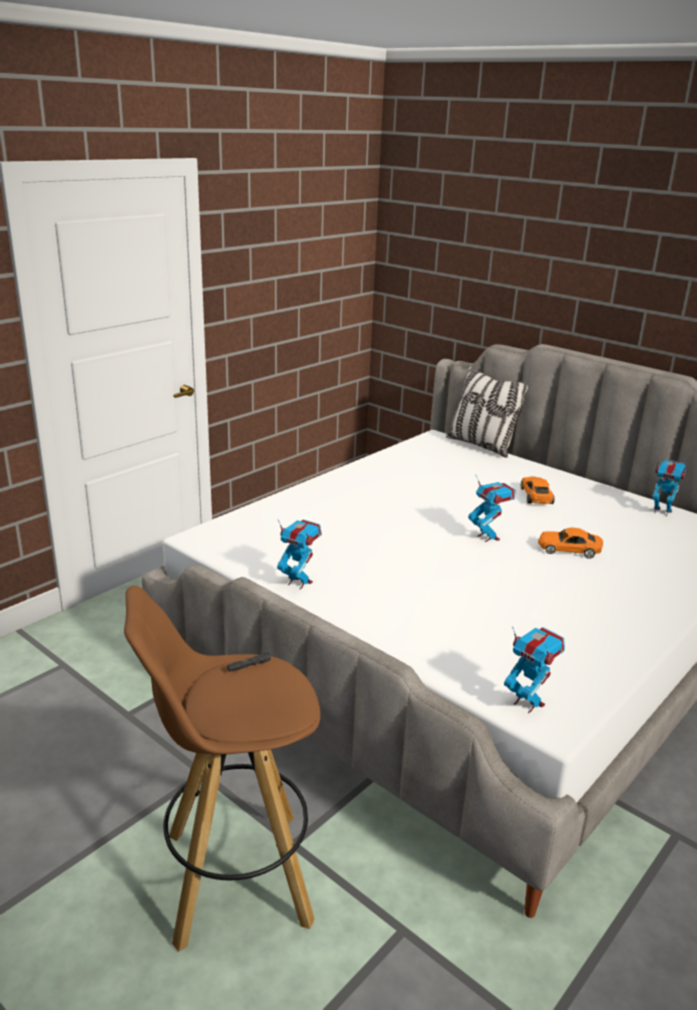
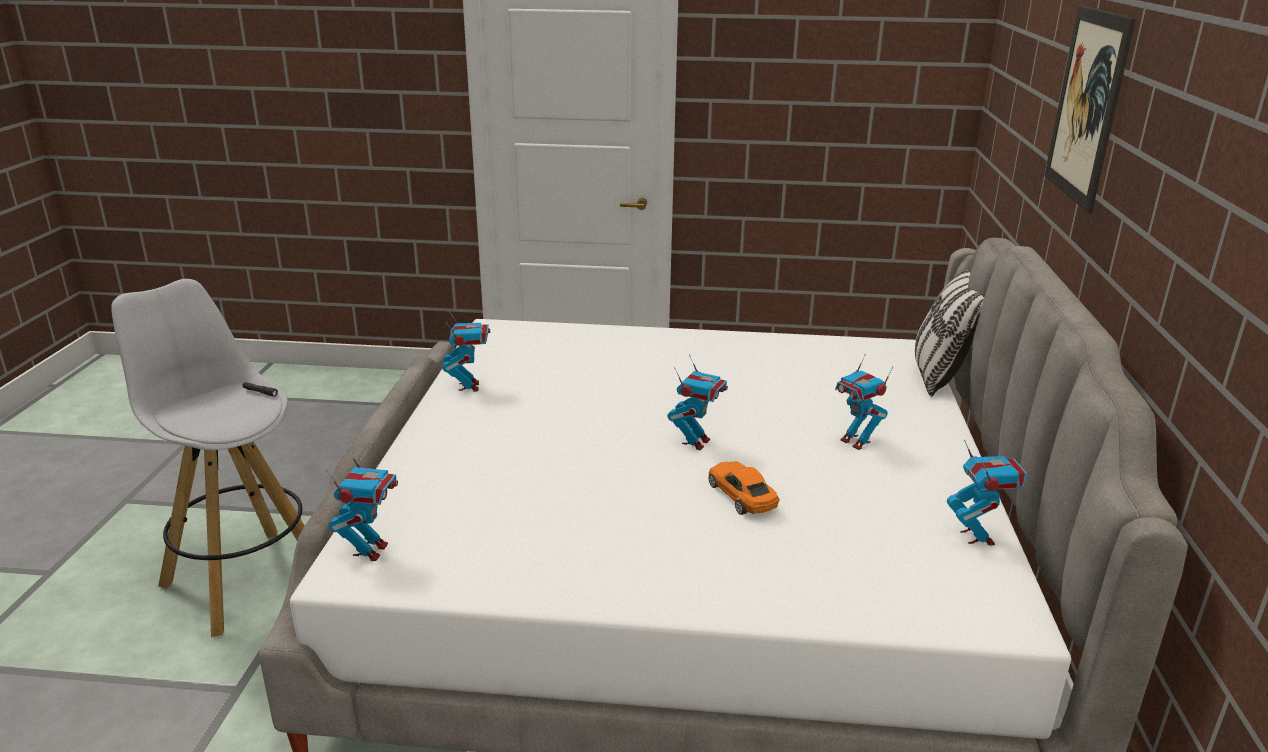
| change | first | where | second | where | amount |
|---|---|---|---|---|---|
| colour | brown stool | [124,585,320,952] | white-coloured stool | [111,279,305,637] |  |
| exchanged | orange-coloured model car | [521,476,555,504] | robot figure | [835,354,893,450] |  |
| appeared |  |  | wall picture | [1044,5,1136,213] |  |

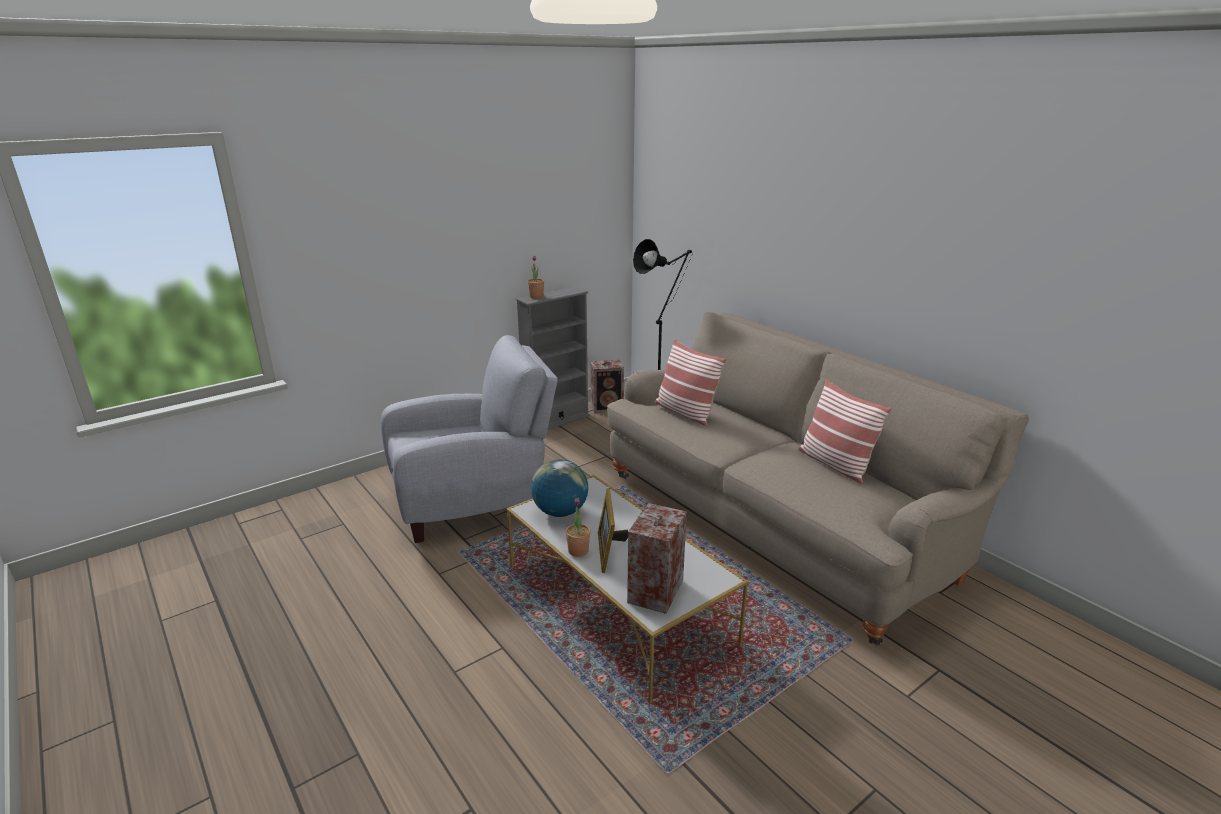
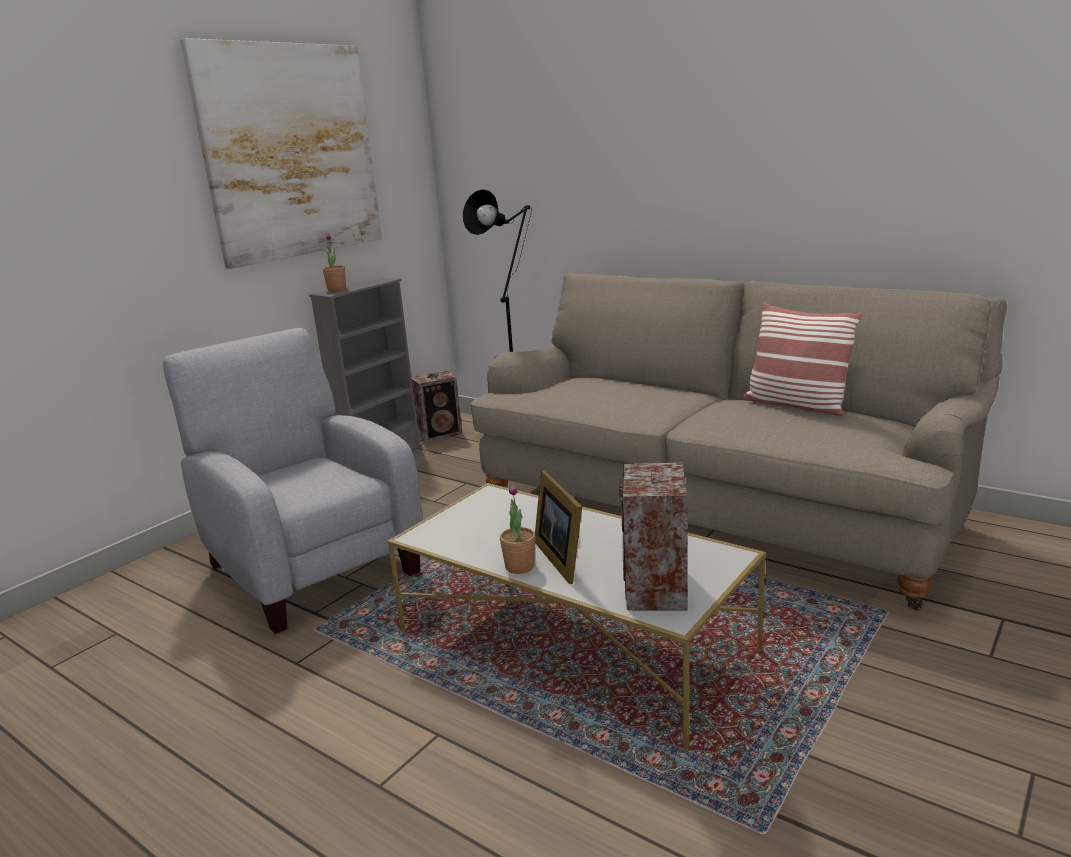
| change | first | where | second | where | amount |
|---|---|---|---|---|---|
| spun | gray armchair | [381,335,558,543] |  | [163,328,423,634] | 90 degrees counterclockwise |
| appeared |  |  | wall picture | [180,38,382,269] |  |
| missing | world globe | [531,459,588,517] |  |  |  |
| missing | pillow | [655,339,726,426] |  |  |  |

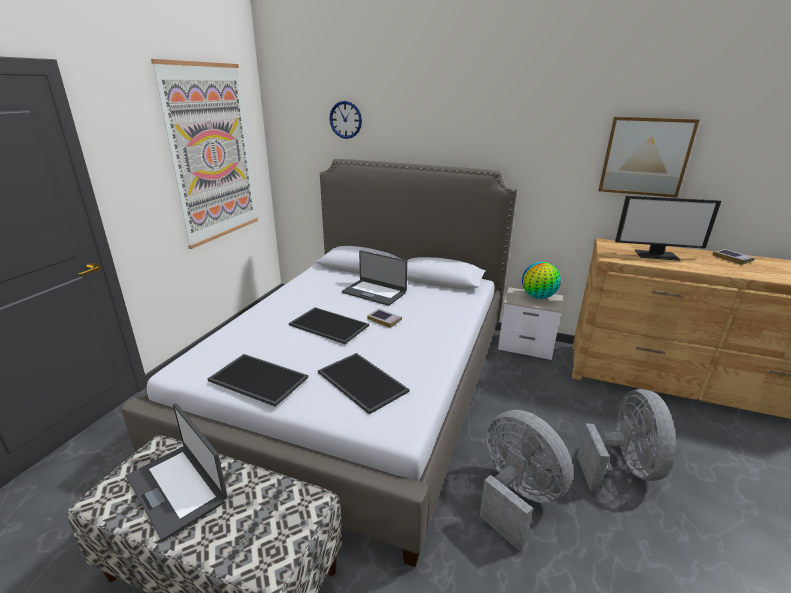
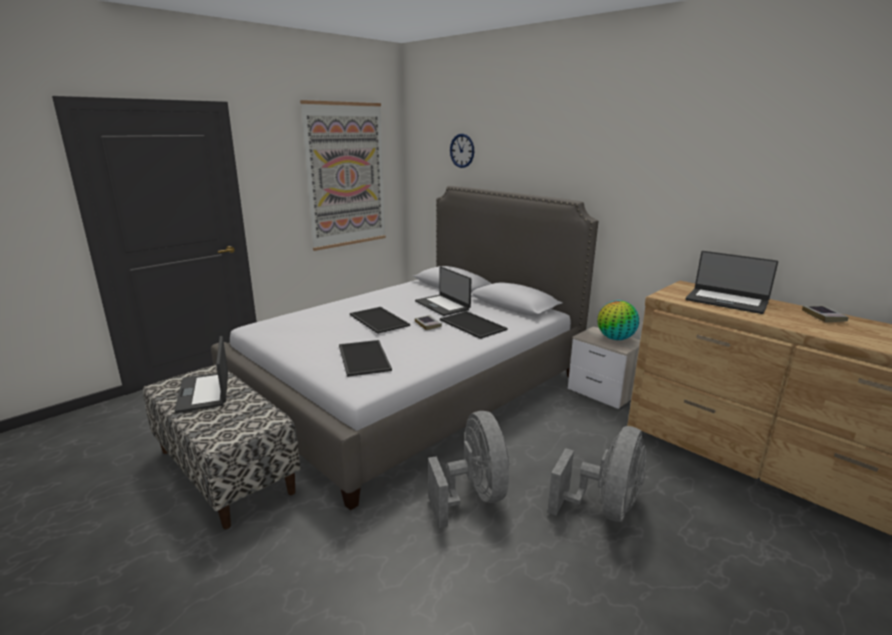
| change | first | where | second | where | amount |
|---|---|---|---|---|---|
| relocated | carrying tray | [208,354,308,407] |  | [440,311,507,339] |  |
| exchanged | computer screen | [615,196,721,261] | notebook computer | [686,251,778,314] |  |
| missing | wall picture | [599,117,700,198] |  |  |  |

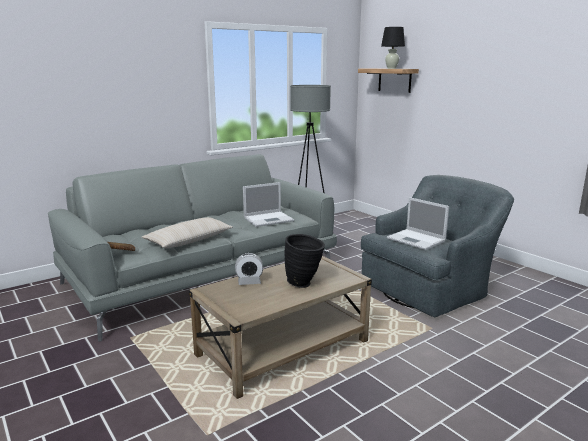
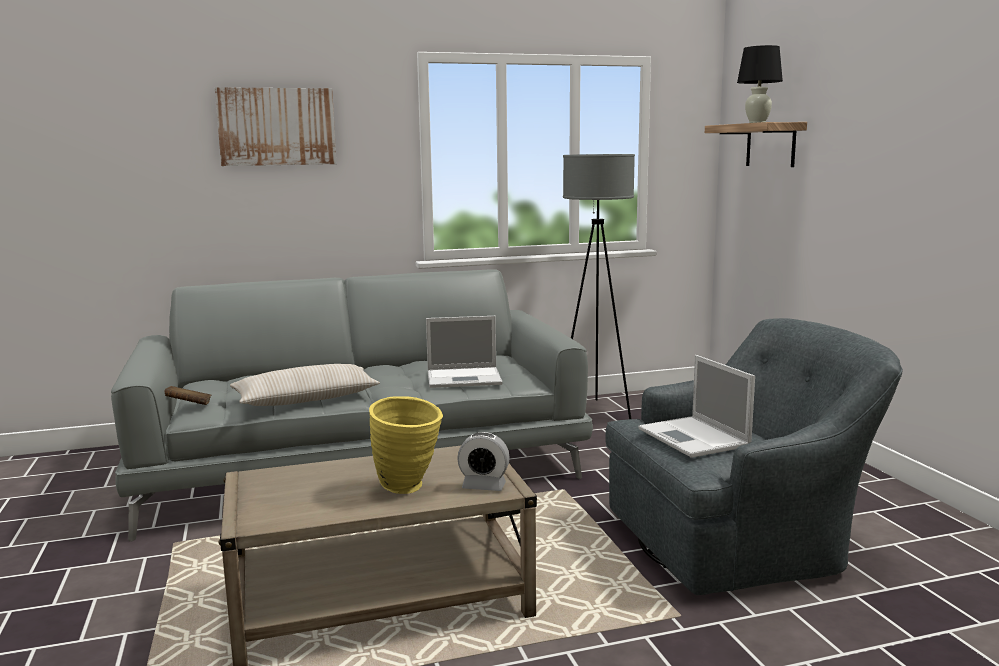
| change | first | where | second | where | amount |
|---|---|---|---|---|---|
| appeared |  |  | wall picture | [215,87,336,166] |  |
| colour | black flower vase | [284,234,325,288] | yellowish flower vase | [369,396,443,494] |  |
| relocated | alarm clock | [235,253,263,285] |  | [457,432,510,491] |  |

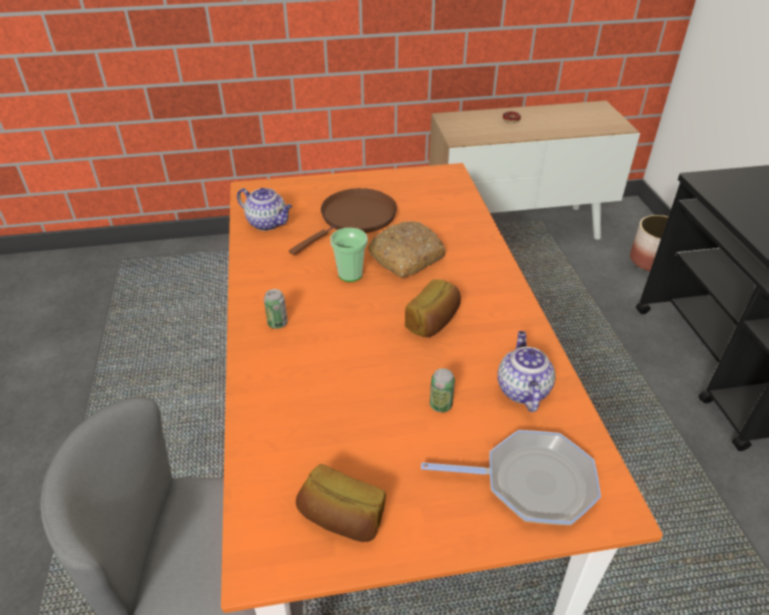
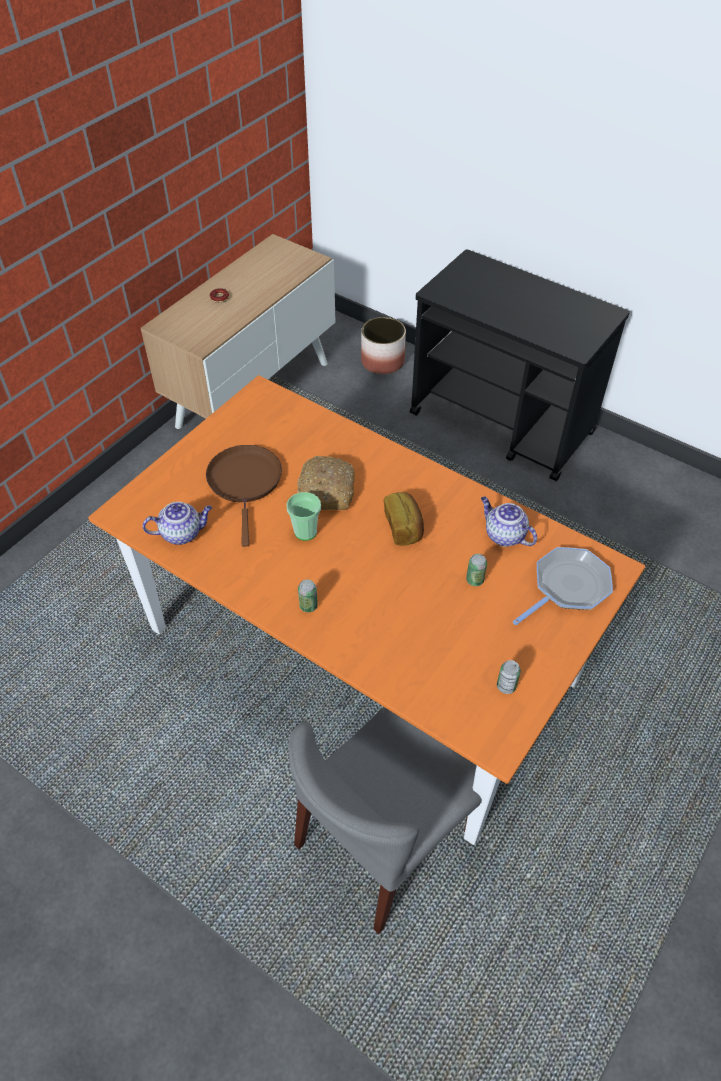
| change | first | where | second | where | amount |
|---|---|---|---|---|---|
| exchanged | bread | [296,464,386,542] | sealed can | [497,660,521,694] |  |

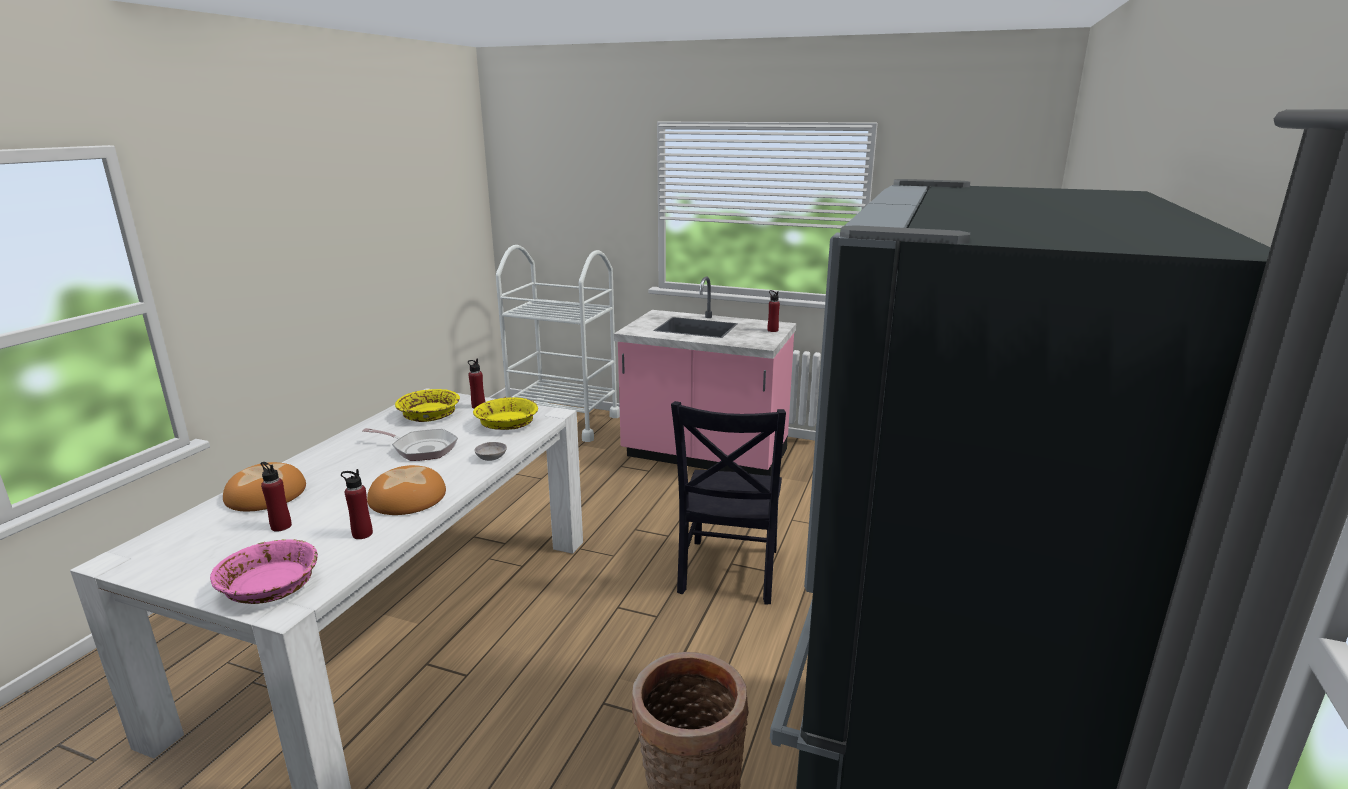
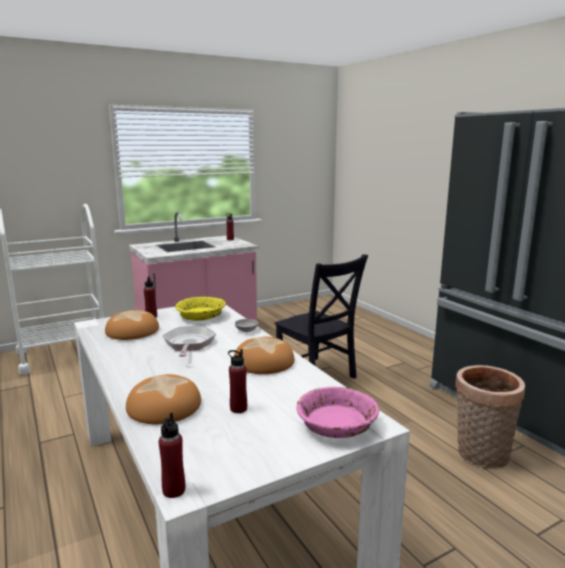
| change | first | where | second | where | amount |
|---|---|---|---|---|---|
| exchanged | yellowish serving bowl | [395,389,460,422] | bread | [105,310,159,340] |  |
| relocated | red beverage bottle | [341,469,373,539] |  | [159,413,185,498] |  |
| spun | pan | [362,428,458,461] |  | [163,326,216,357] | 60 degrees counterclockwise |

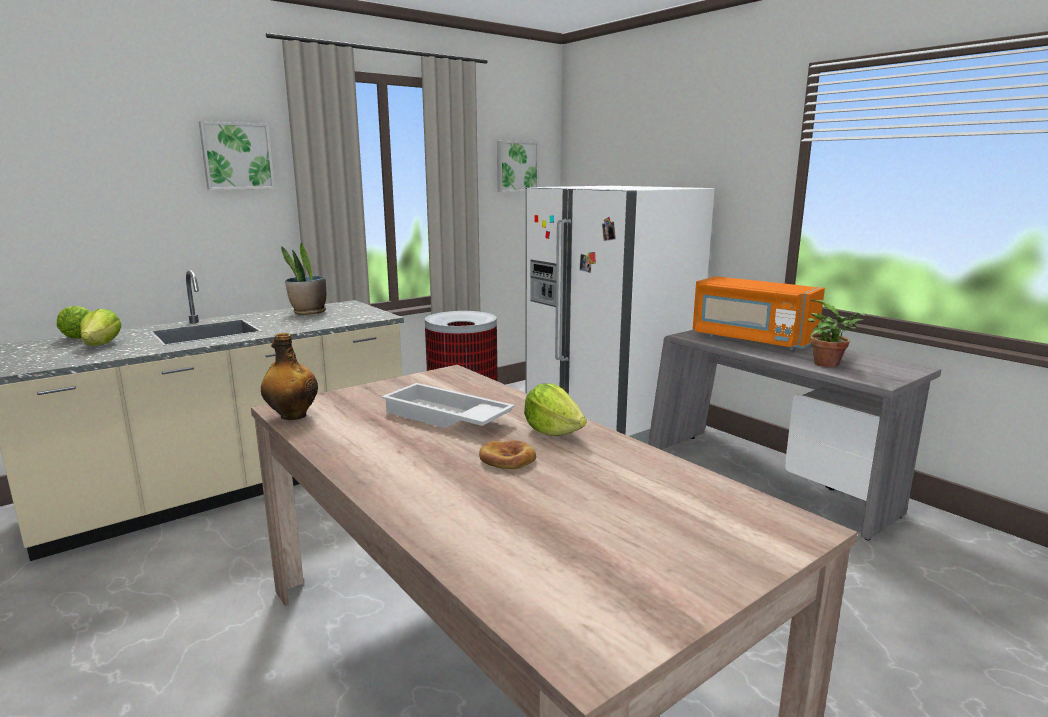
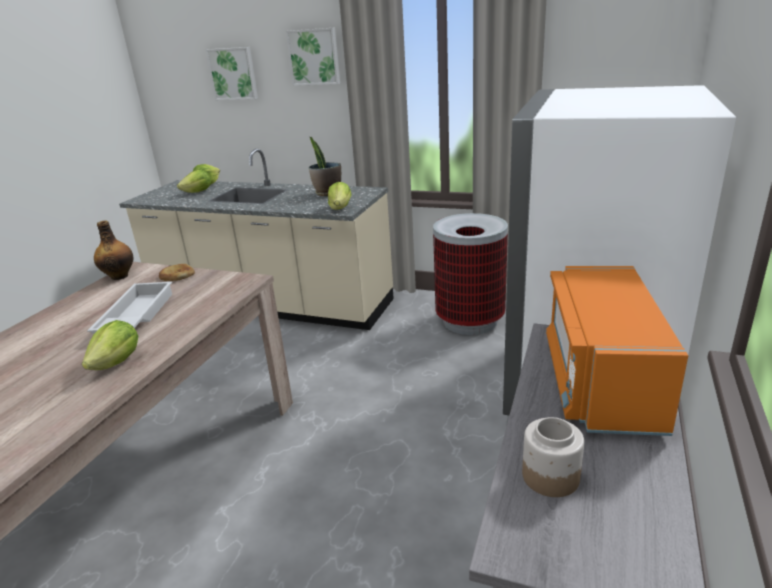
| change | first | where | second | where | amount |
|---|---|---|---|---|---|
| relocated | bread | [479,440,536,469] |  | [159,264,195,281] |  |
| relocated | wall picture | [497,141,539,192] |  | [206,47,258,100] |  |
| appeared |  |  | head of lettuce | [328,182,352,210] |  |
| exchanged | potted plant | [808,300,865,367] | preserve jar | [522,417,584,497] |  |

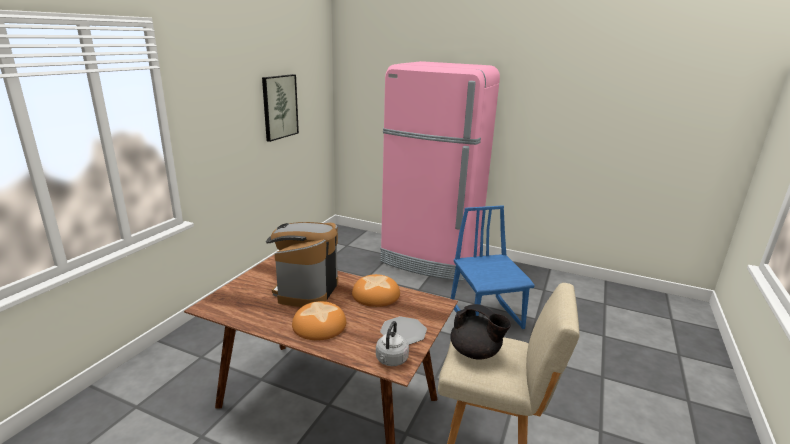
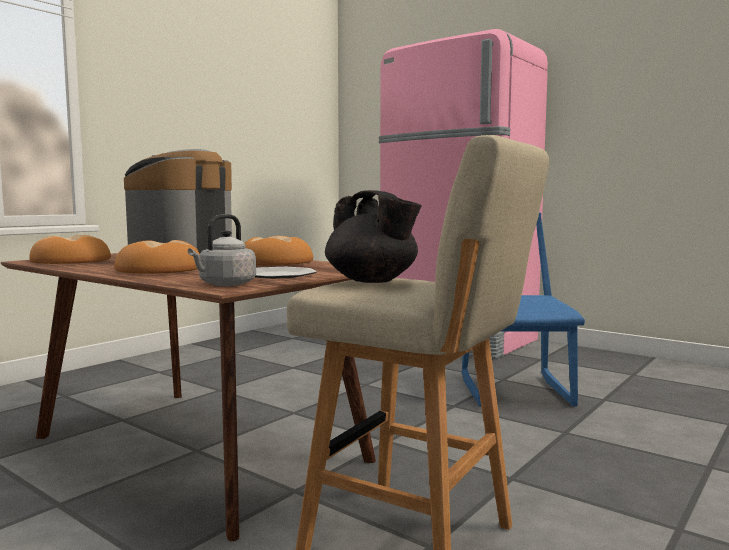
| change | first | where | second | where | amount |
|---|---|---|---|---|---|
| appeared |  |  | bread | [29,235,111,264] |  |
| missing | wall picture | [262,74,299,142] |  |  |  |

